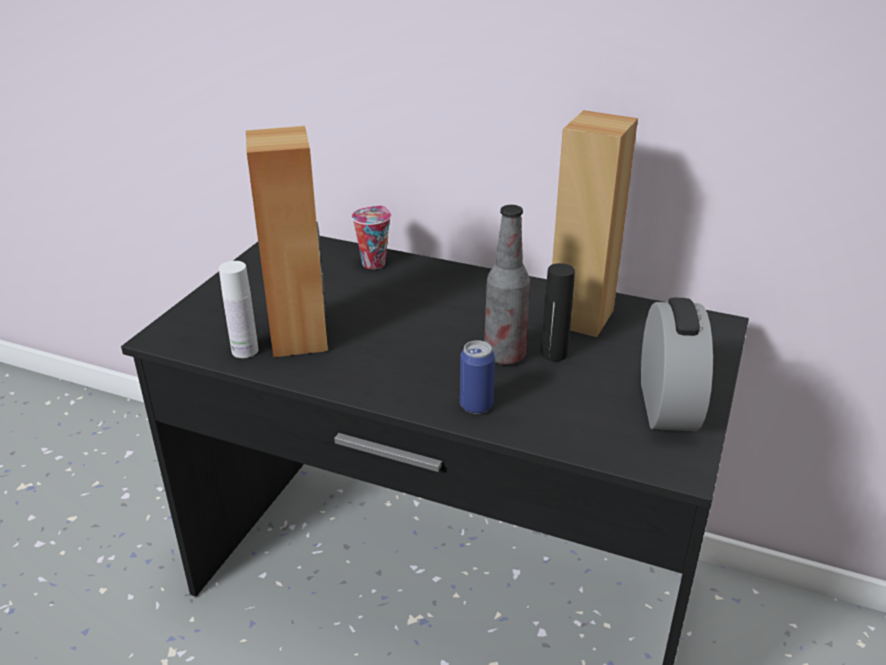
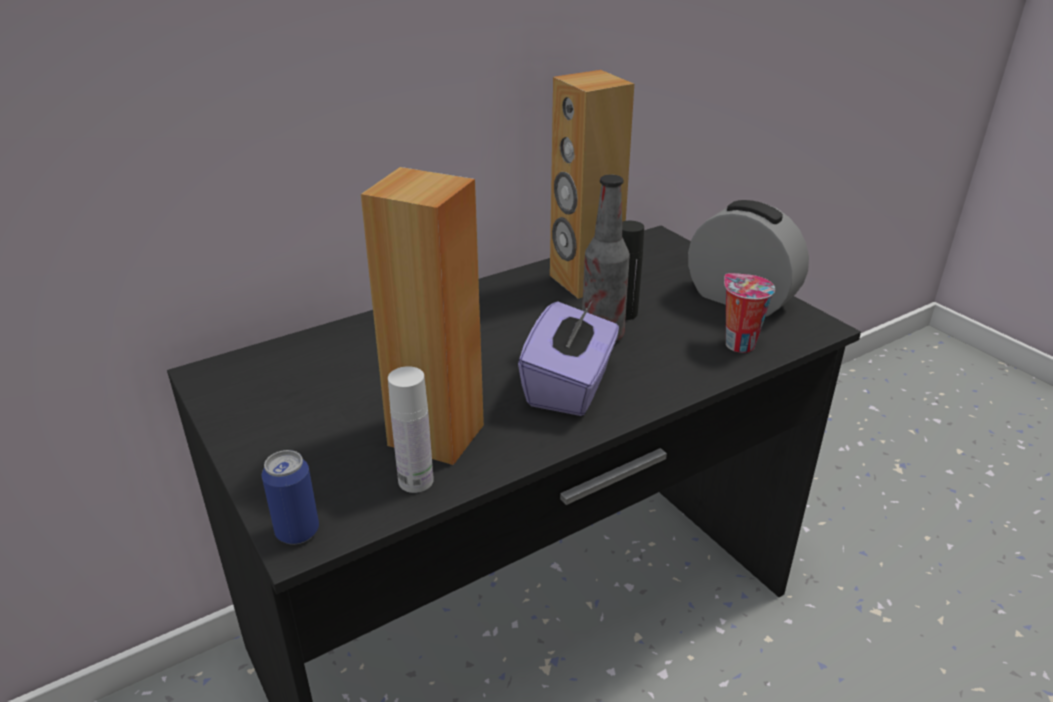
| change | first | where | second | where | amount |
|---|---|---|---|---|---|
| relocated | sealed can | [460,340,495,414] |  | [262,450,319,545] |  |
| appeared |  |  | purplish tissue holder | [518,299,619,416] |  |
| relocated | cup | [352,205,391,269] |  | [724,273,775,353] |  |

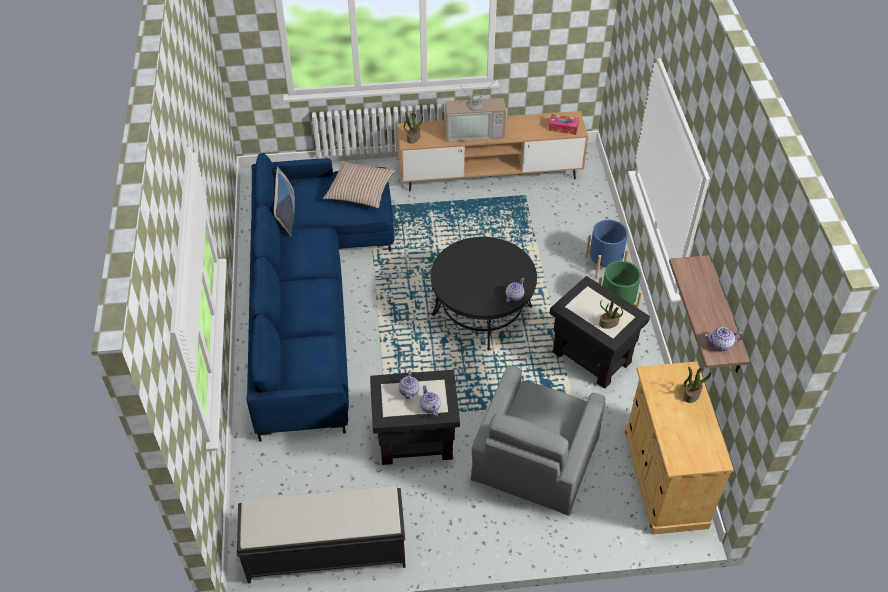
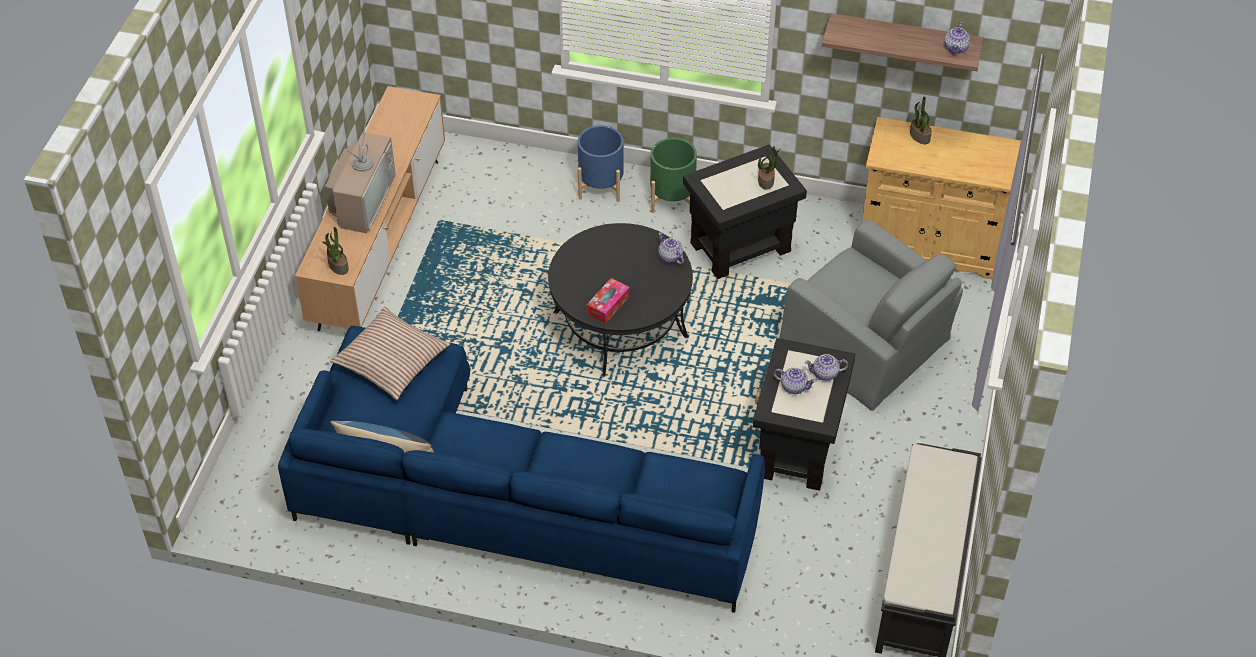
| change | first | where | second | where | amount |
|---|---|---|---|---|---|
| relocated | tissue holder | [548,114,579,135] |  | [587,278,630,324] |  |

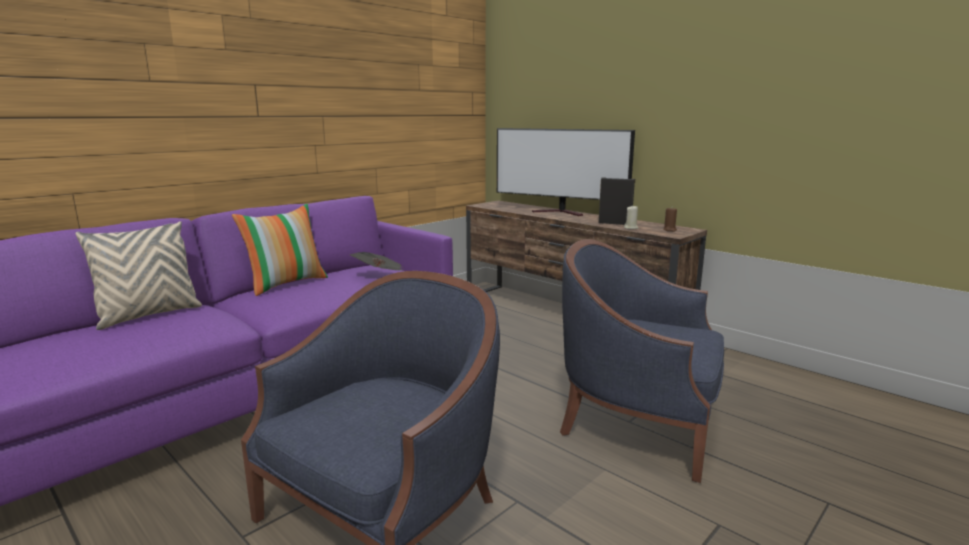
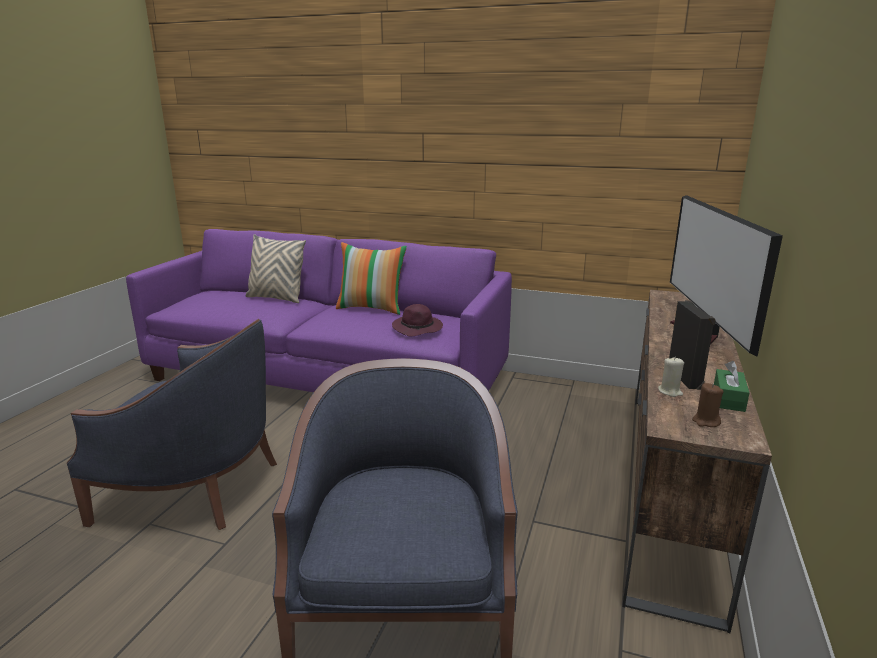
| change | first | where | second | where | amount |
|---|---|---|---|---|---|
| exchanged | newspaper | [350,252,403,270] | purplish hat | [392,304,443,336] |  |
| appeared |  |  | greenish tissue holder | [714,361,749,412] |  |

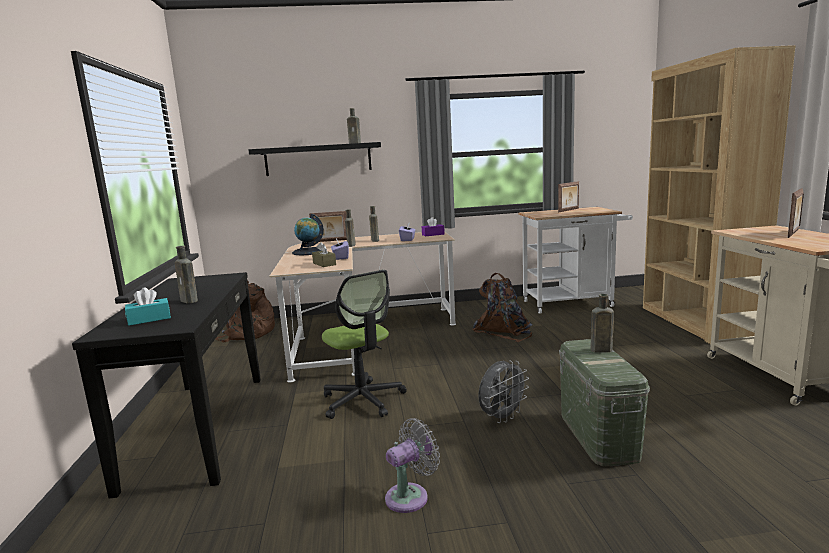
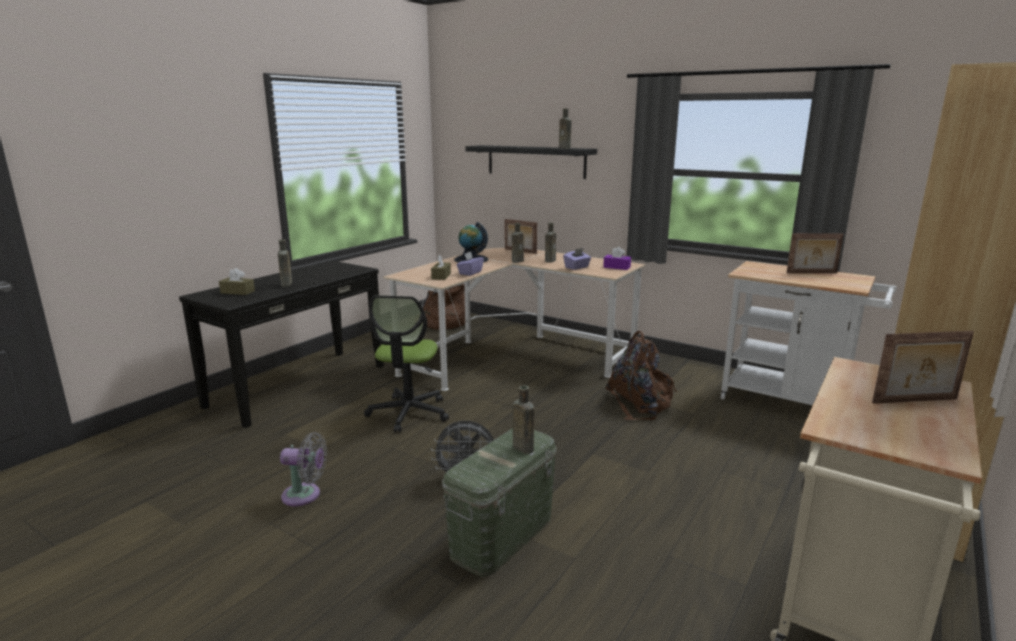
| change | first | where | second | where | amount |
|---|---|---|---|---|---|
| colour | turquoise tissue holder | [125,287,171,326] | brown tissue holder | [219,268,255,295] |  |

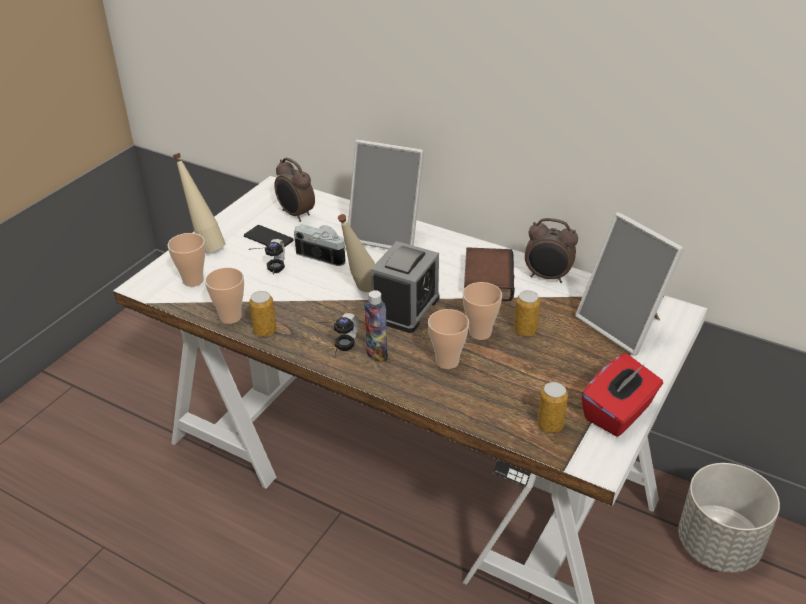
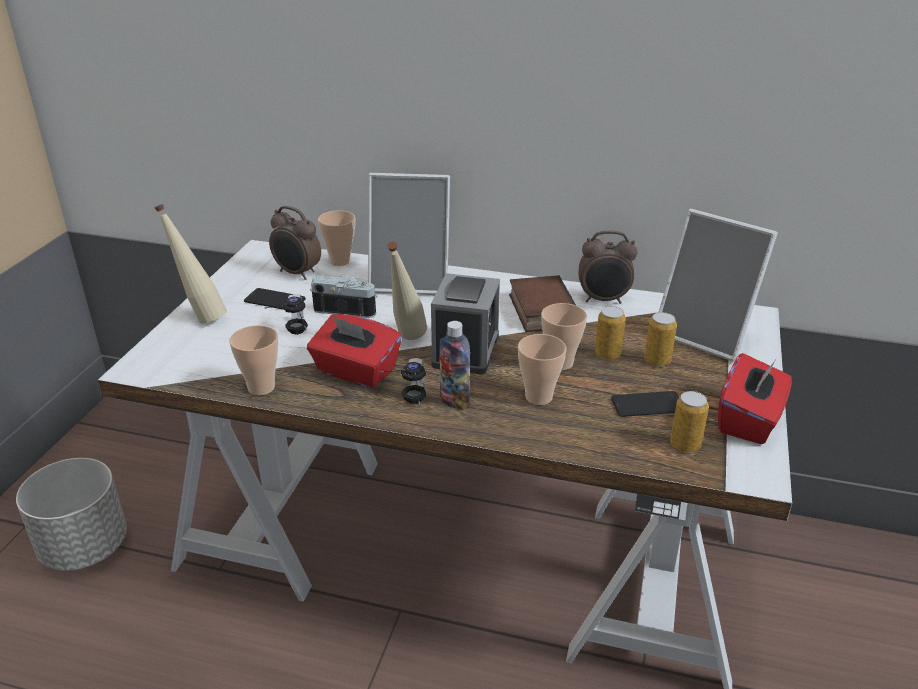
| change | first | where | second | where | amount |
|---|---|---|---|---|---|
| relocated | gray planter | [678,463,780,573] |  | [16,458,127,571] |  |
| appeared |  |  | red tissue holder | [307,314,402,388] |  |
| relocated | cup | [168,233,205,287] |  | [318,211,355,266] |  |
| appeared |  |  | telephone | [611,391,679,417] |  |
| relocated | sealed can | [249,291,276,337] |  | [644,312,677,367] |  |

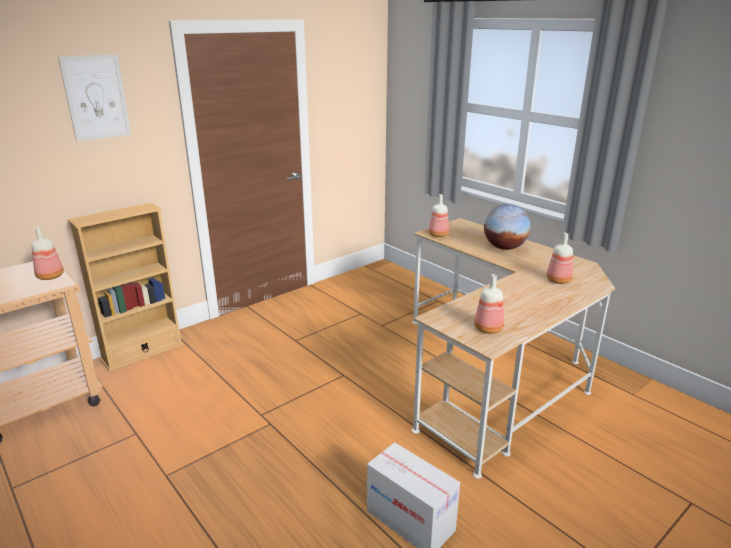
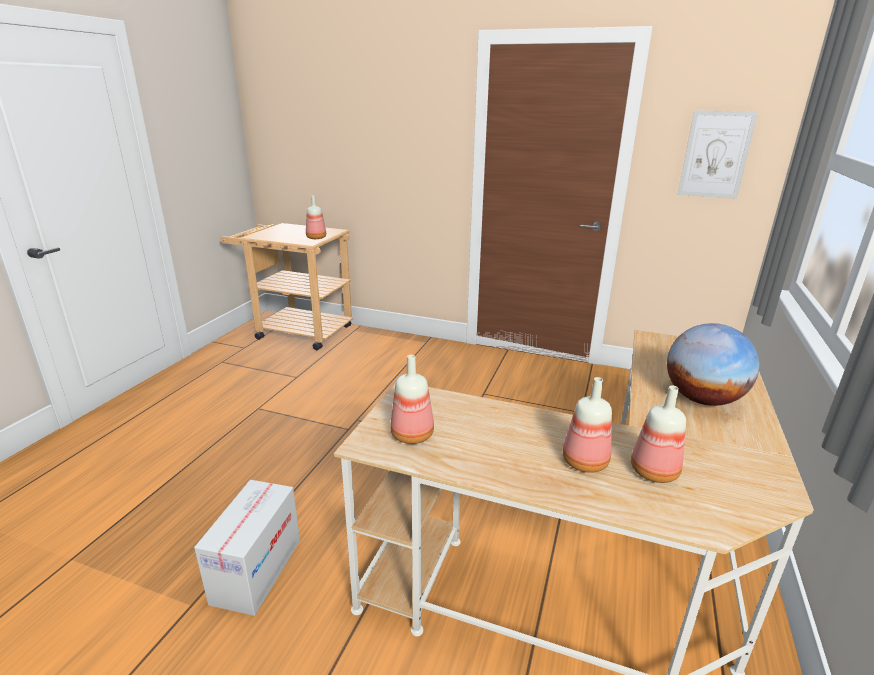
| change | first | where | second | where | amount |
|---|---|---|---|---|---|
| relocated | beverage bottle | [429,194,449,237] |  | [562,377,612,473] |  |
| relocated | wall picture | [58,54,131,142] |  | [678,110,758,199] |  |
| missing | beige-coloured bookshelf | [68,203,183,372] |  |  |  |

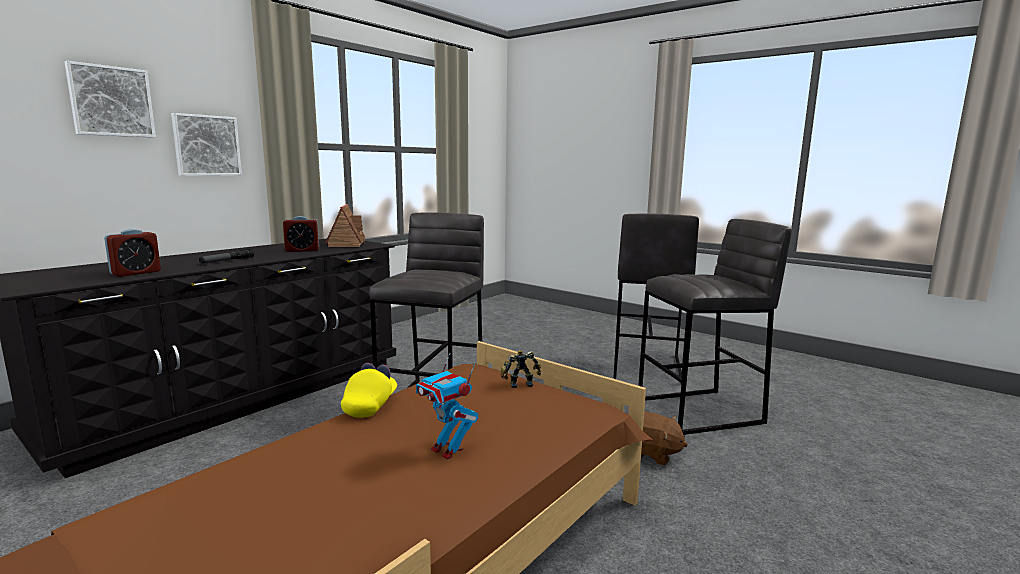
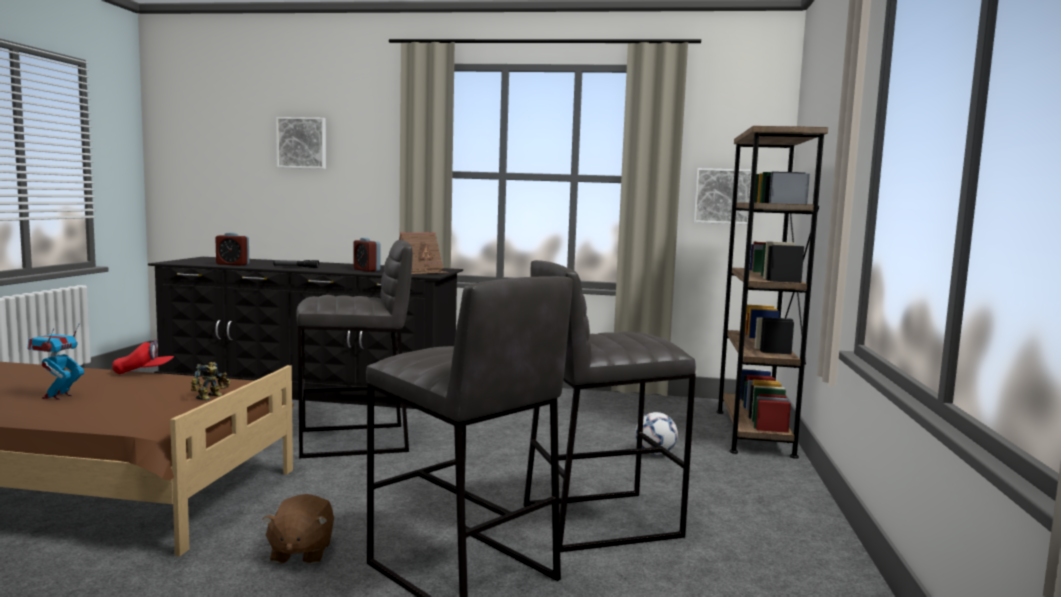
| change | first | where | second | where | amount |
|---|---|---|---|---|---|
| colour | yellowish baseball cap | [341,363,397,418] | red baseball cap | [112,339,174,374] |  |
| spun | robot figure | [501,350,541,388] |  | [191,362,231,401] | 60 degrees clockwise |
| appeared |  |  | football ball | [635,412,678,455] |  |
| relocated | wall picture | [171,113,242,176] |  | [694,168,752,224] |  |
| appeared |  |  | brown bookshelf | [716,126,828,459] |  |

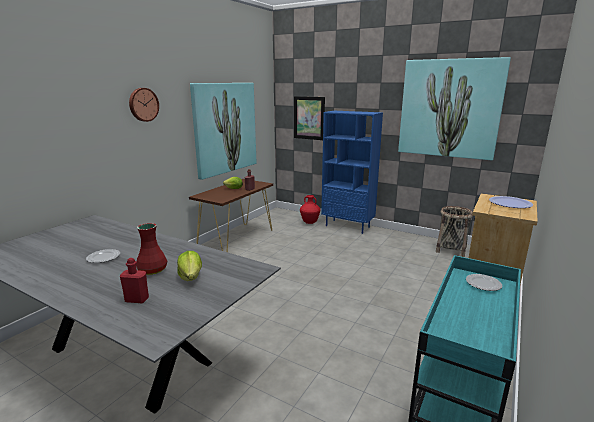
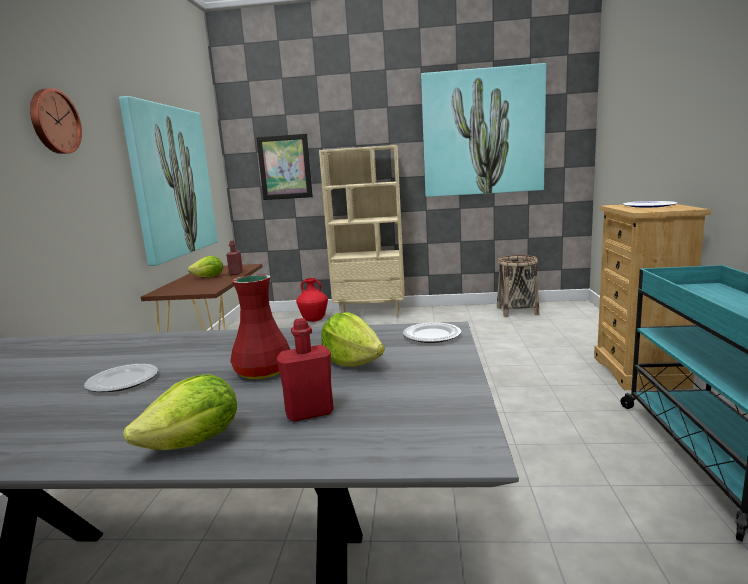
| change | first | where | second | where | amount |
|---|---|---|---|---|---|
| appeared |  |  | head of lettuce | [123,374,237,450] |  |
| colour | blue-coloured bookshelf | [321,111,383,234] | beige-coloured bookshelf | [319,145,405,318] |  |
| relocated | plate | [466,274,502,291] |  | [403,322,461,343] |  |

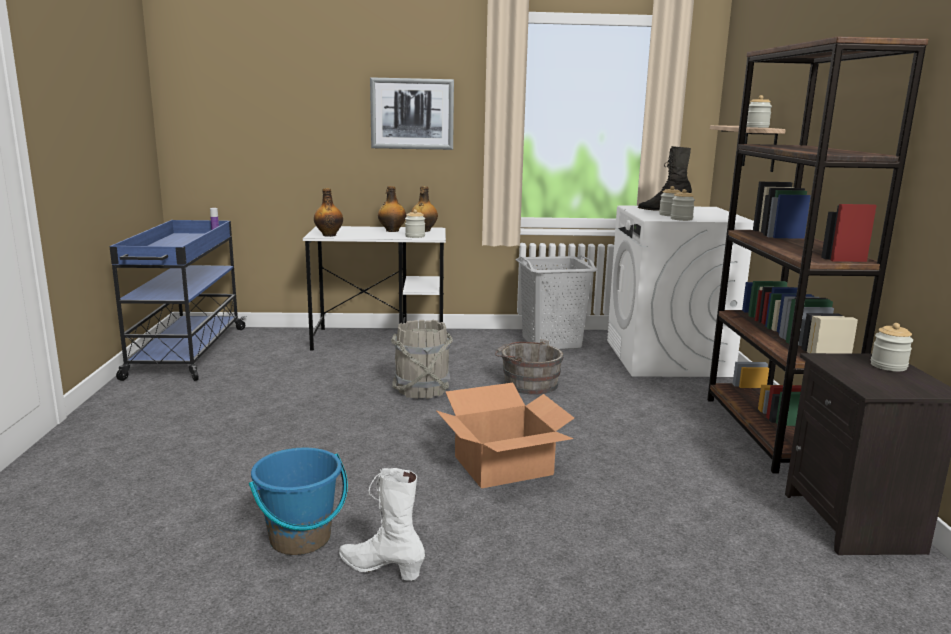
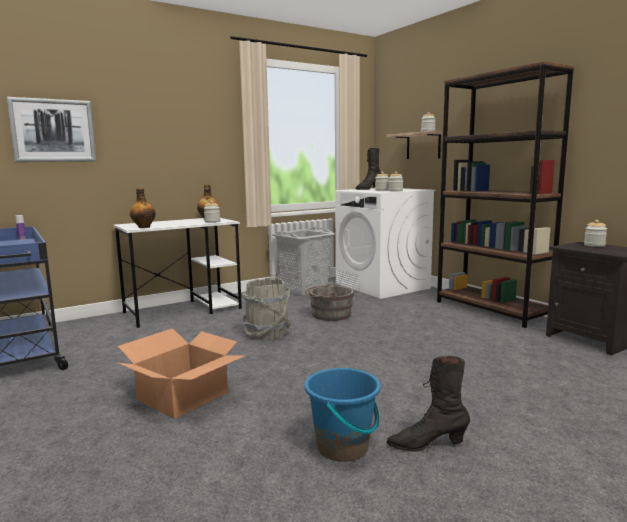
| change | first | where | second | where | amount |
|---|---|---|---|---|---|
| relocated | wall picture | [370,77,454,150] |  | [6,97,97,162] |  |
| relocated | packing box | [437,383,574,489] |  | [116,328,244,419] |  |
| colour | white-coloured boot | [339,468,425,581] | black boot | [386,356,470,452] |  |
| missing | beverage bottle | [378,186,406,232] |  |  |  |

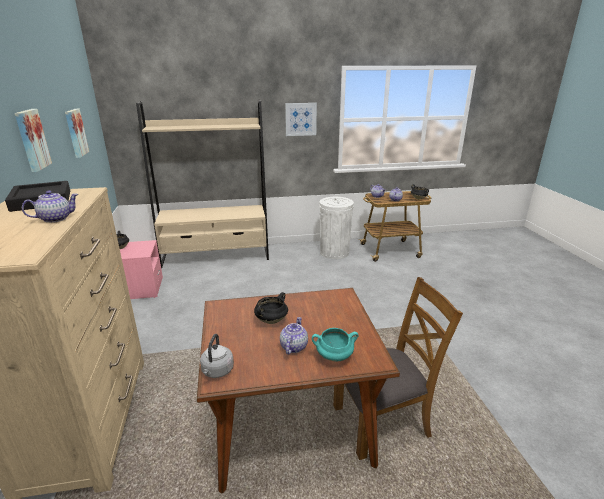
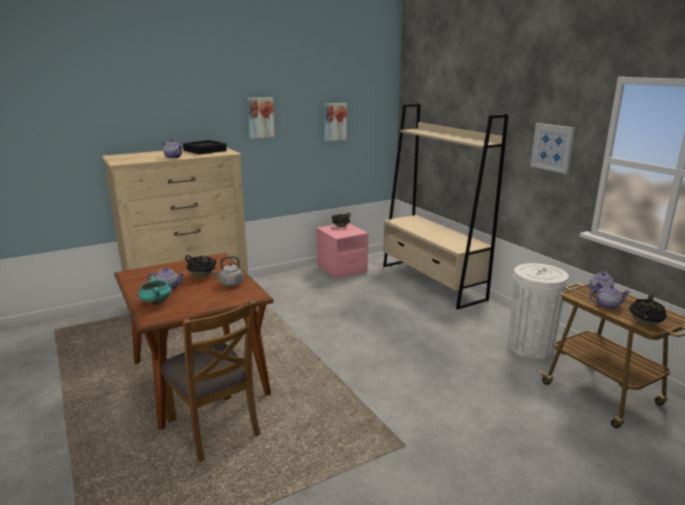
| change | first | where | second | where | amount |
|---|---|---|---|---|---|
| relocated | gray water kettle | [200,334,234,378] |  | [212,256,243,286] |  |

